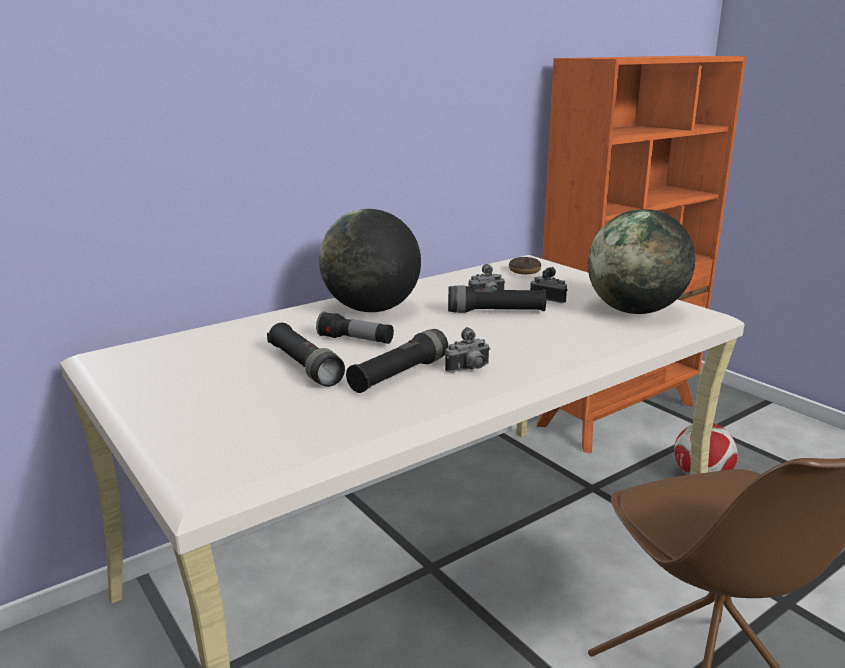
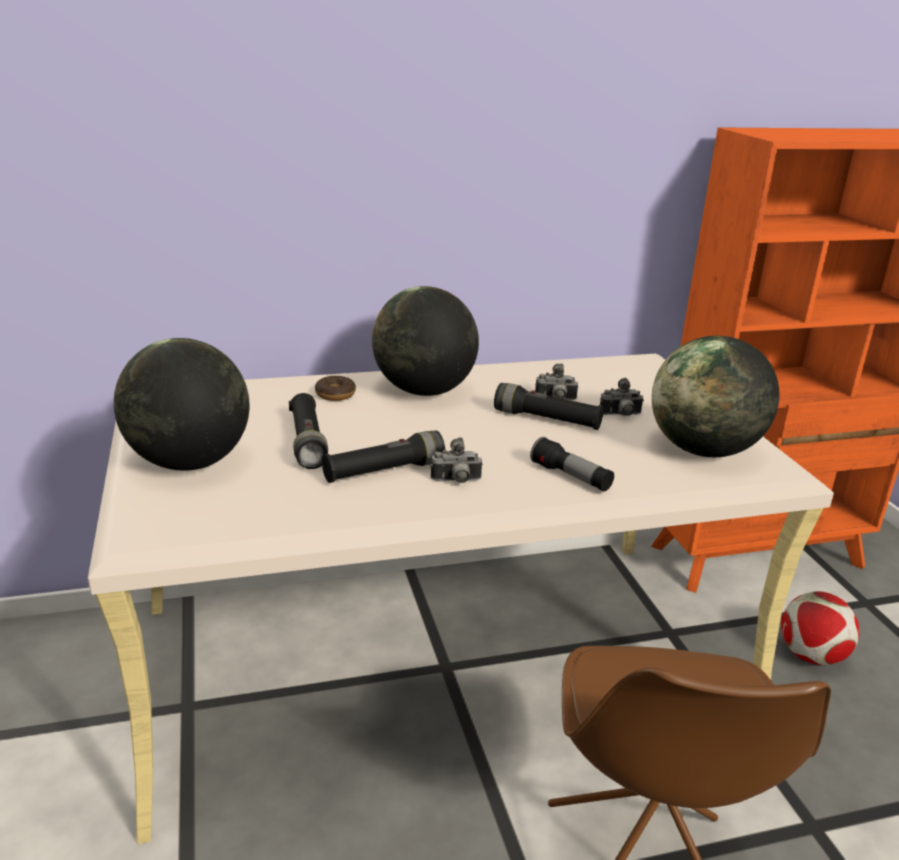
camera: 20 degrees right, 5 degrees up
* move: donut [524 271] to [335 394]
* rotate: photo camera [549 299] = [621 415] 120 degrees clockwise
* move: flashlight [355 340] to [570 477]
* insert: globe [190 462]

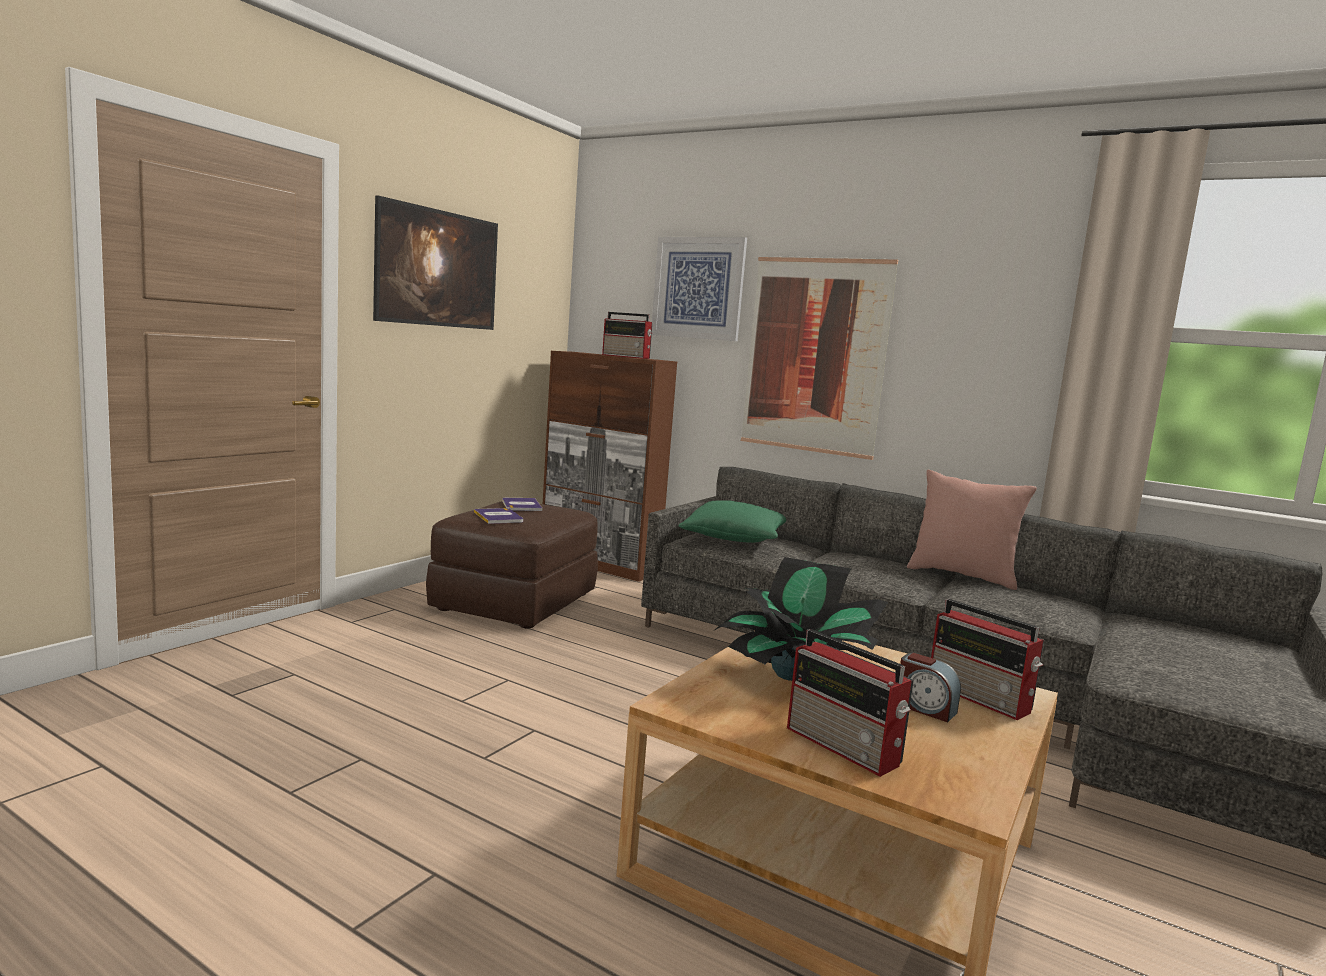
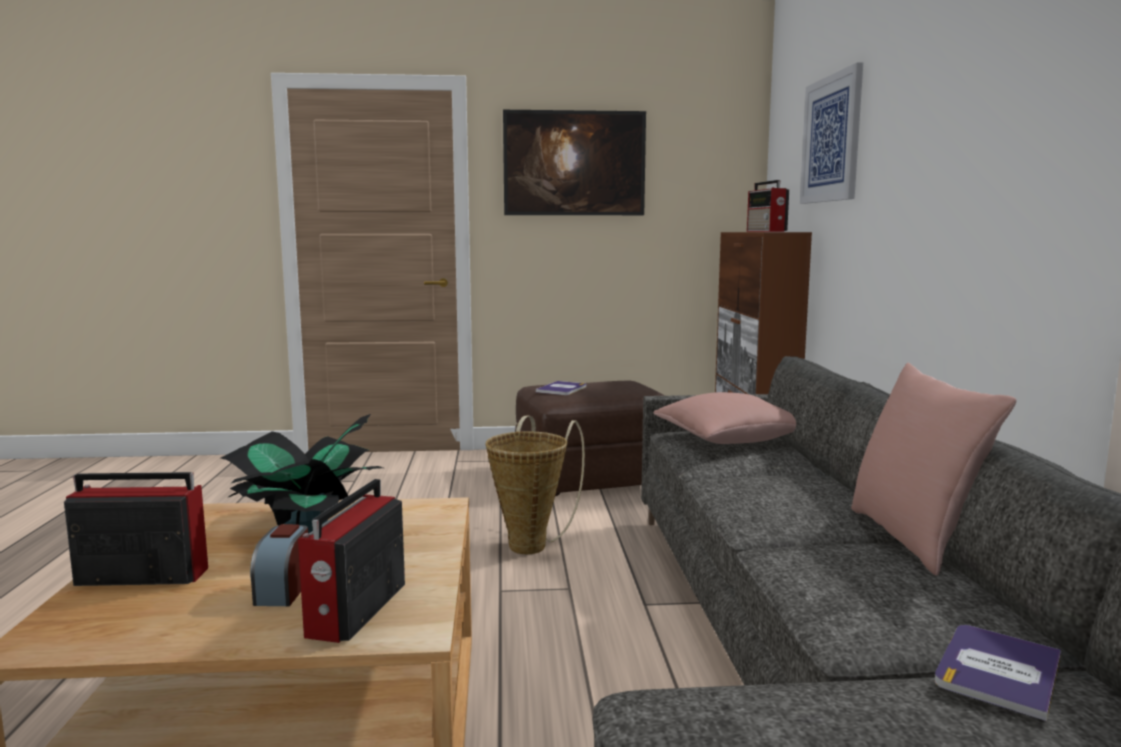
camera: 55 degrees right, 0 degrees up
* delete: picture [815 355]
* move: book [521 505] to [998 671]
* recolor: green pillow [735 538] to pink pillow [730 438]
* rotate: radio [845 747] = [139 576] 75 degrees clockwise
* insert: basket [532 544]

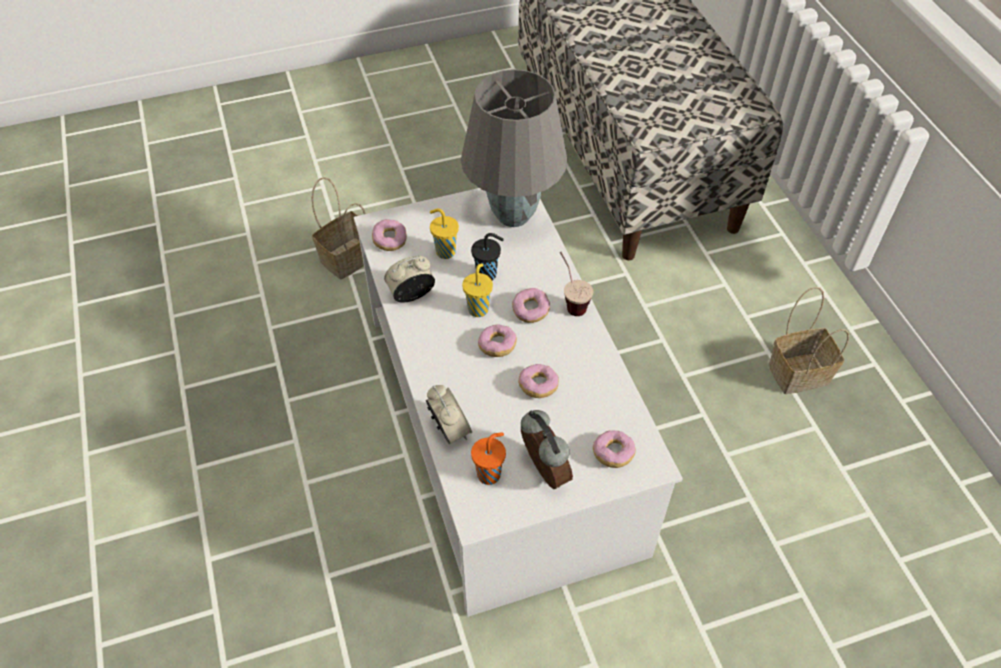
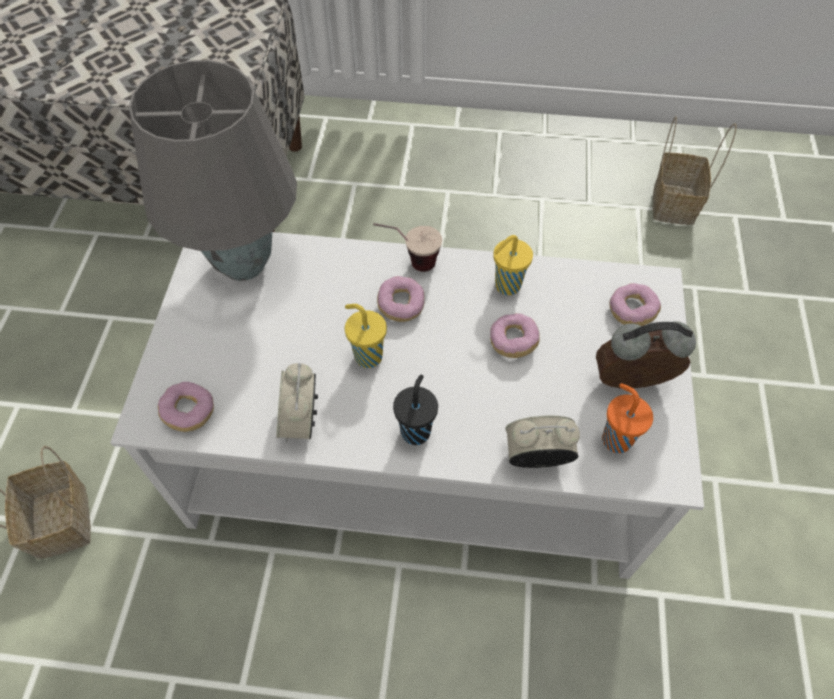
camera: 65 degrees left, 5 degrees up
* move: yellow cup [444 251] to [506 286]
* move: black cup [487 274] to [416 430]
* move: basket [800 372] to [672 202]
* delete: donut [497 346]

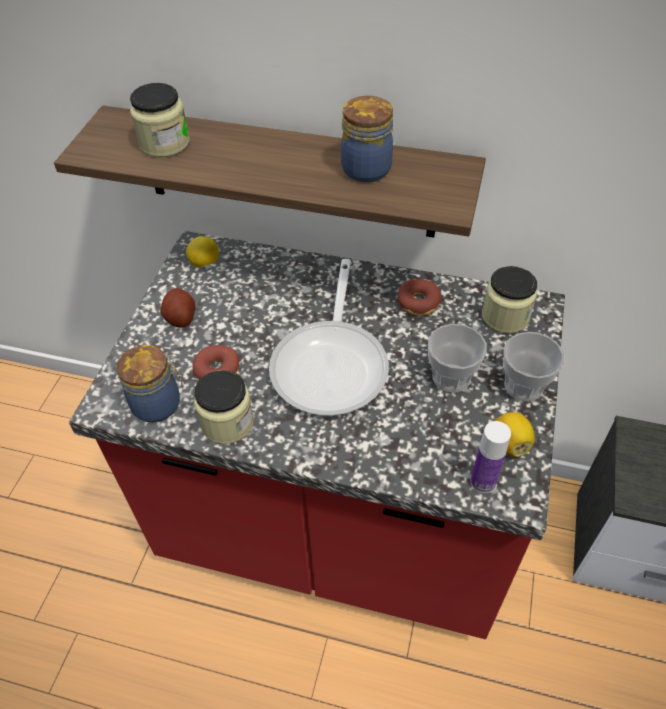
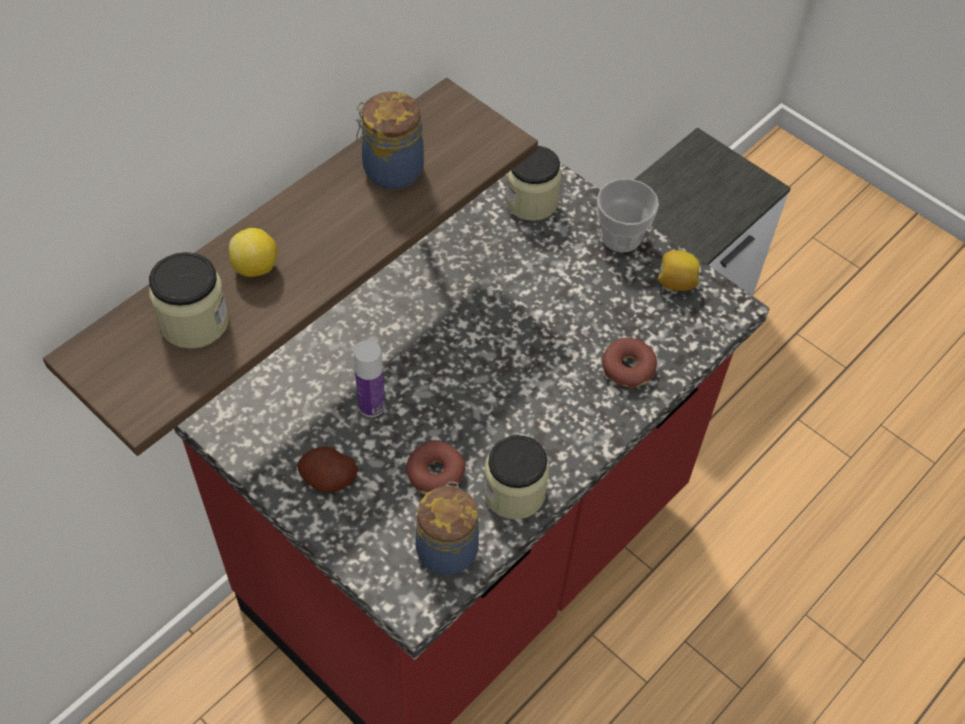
camera: 65 degrees left, 5 degrees up
* move: lemon [205 264] to [256 268]
* delete: frying pan [332 364]
* move: donut [418 302] to [628 368]
* delete: cup [451 377]
* move: bottle [483 482] to [371 406]

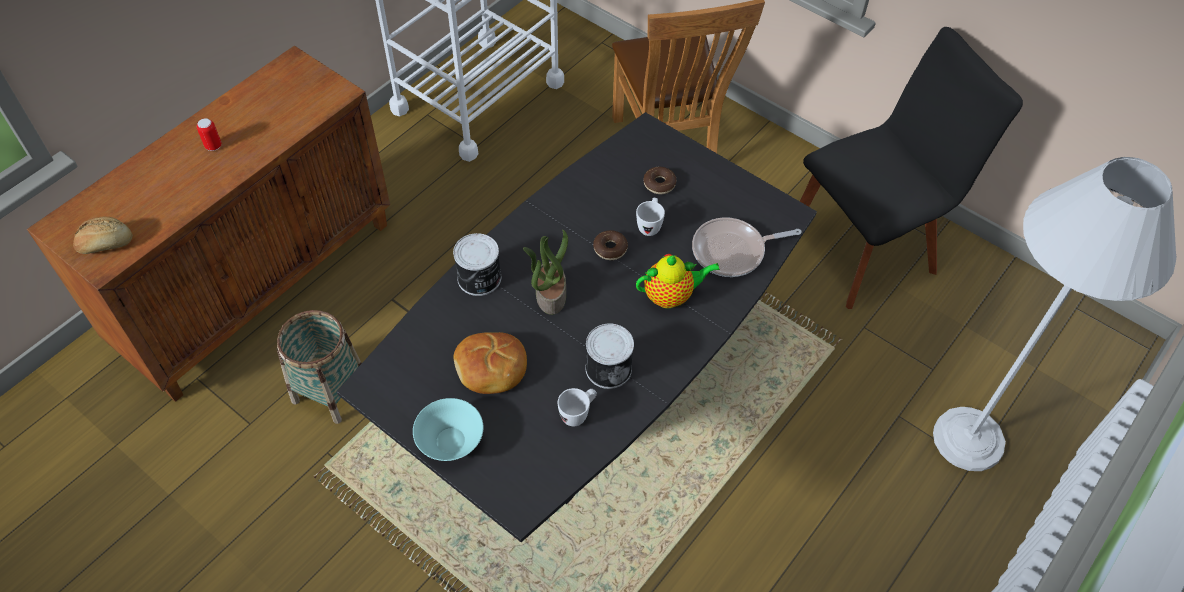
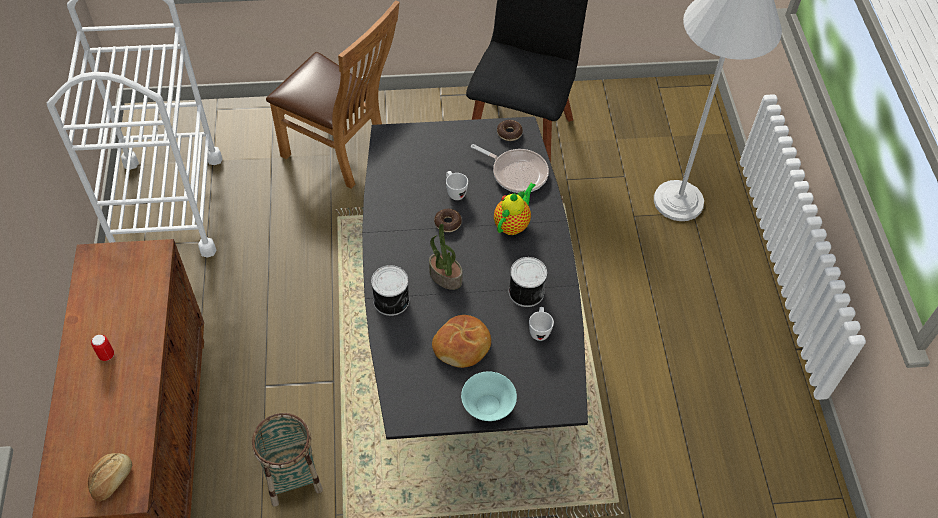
camera: 45 degrees left, 0 degrees up
* move: donut [659 184] to [509 133]
* rotate: frying pan [732 251] = [516 173] 90 degrees counterclockwise

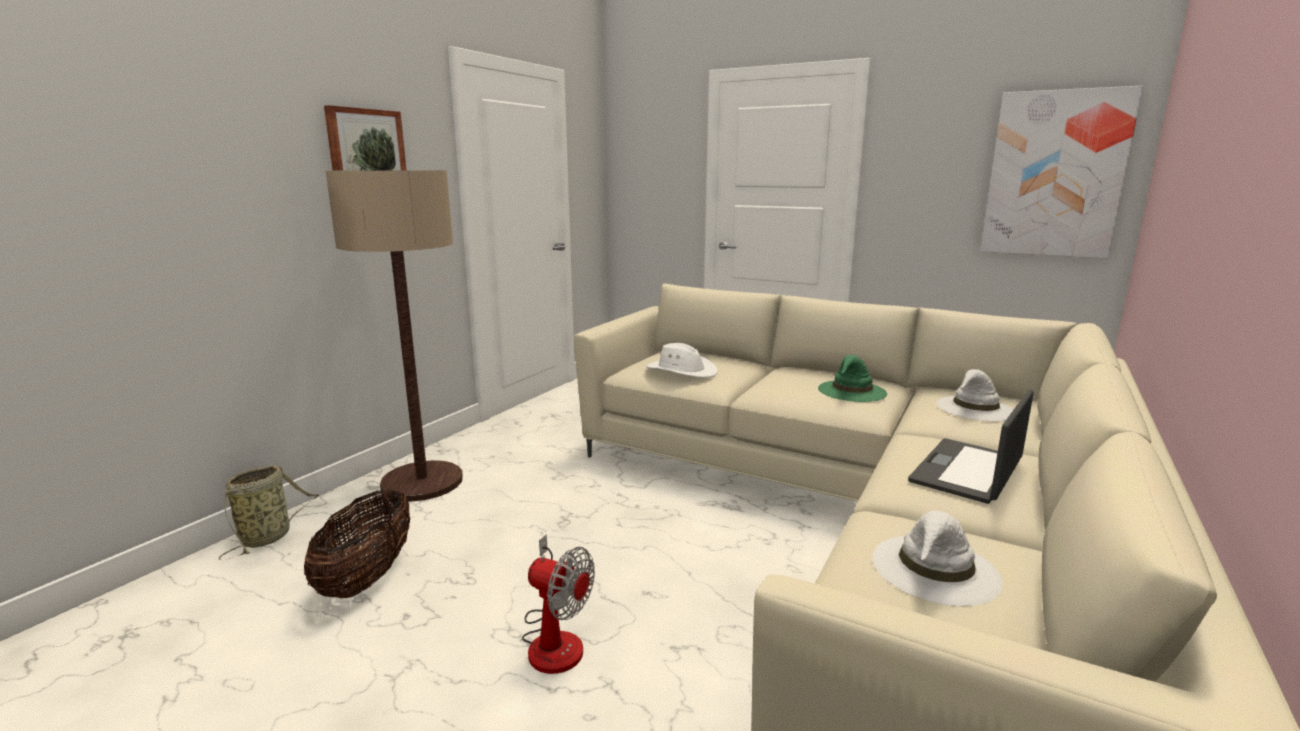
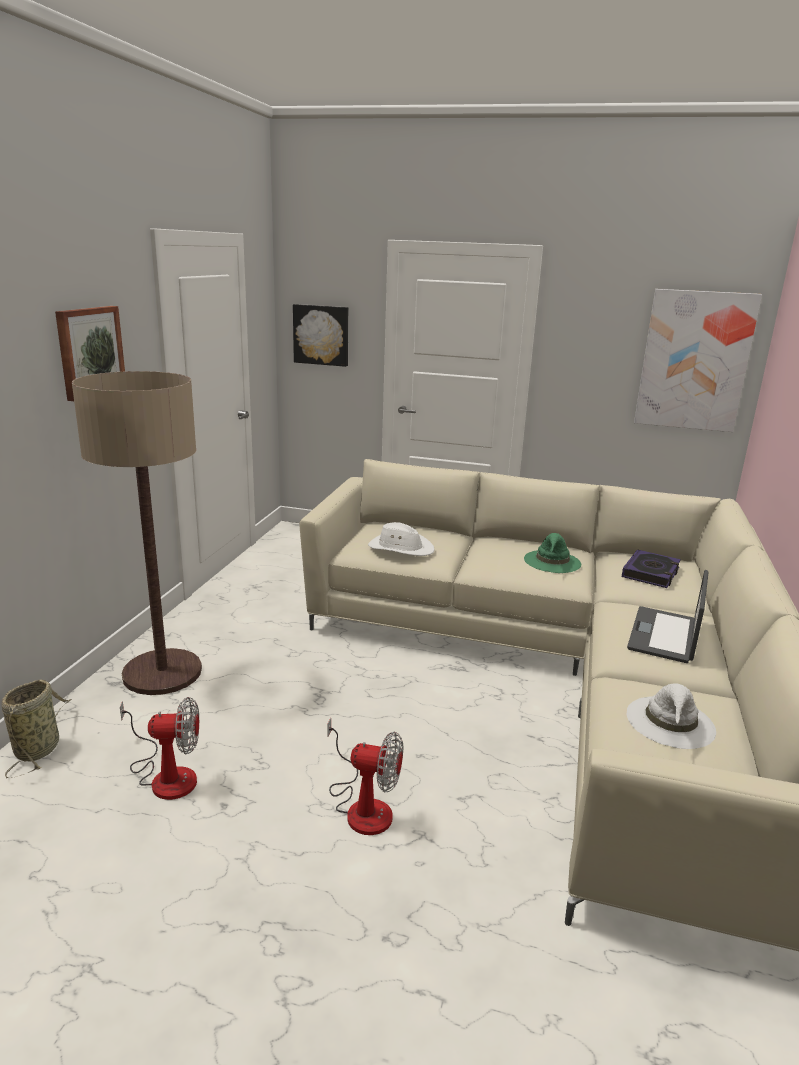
camera: 15 degrees left, 5 degrees up
* replace: white hat [975 408] to book [650 573]
* replace: basket [367 577] to fan [166 775]
* insert: picture [321 335]

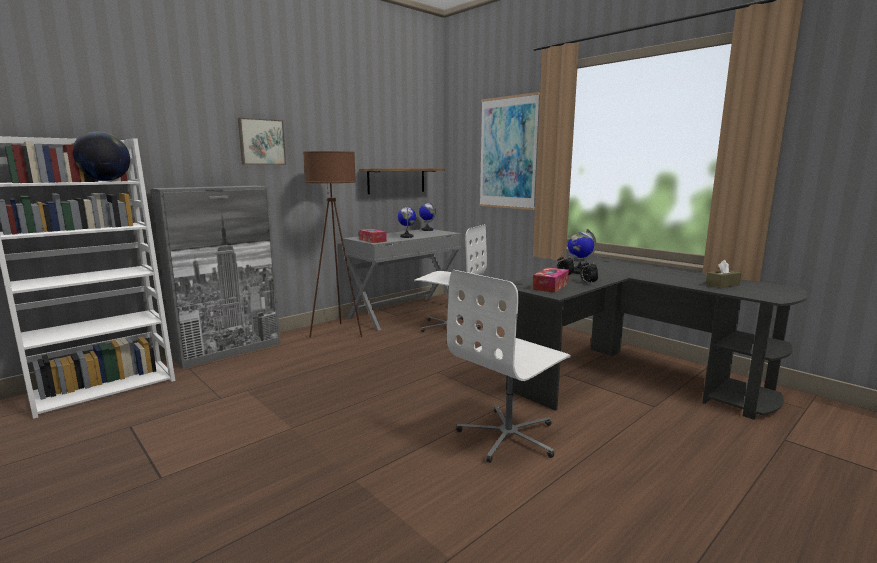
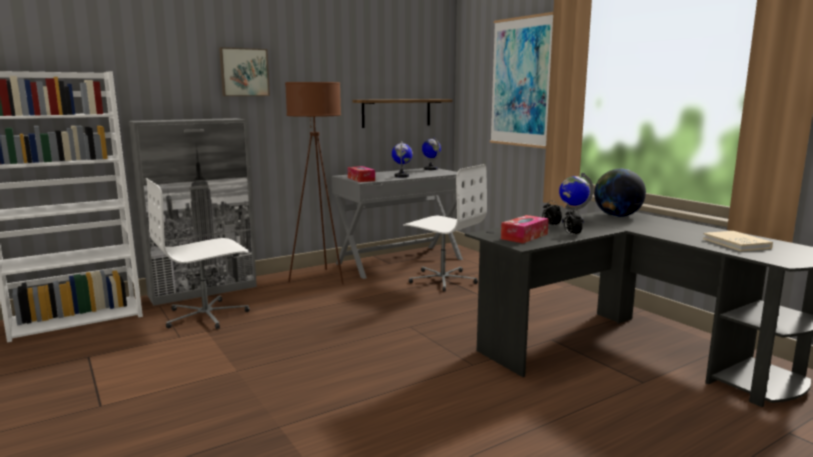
camera: 10 degrees right, 0 degrees up
* move: globe [105 181] to [617 216]
* replace: brown tissue box [722 285] to beige book [736 243]
* move: white office chair [509 436] to [206 315]

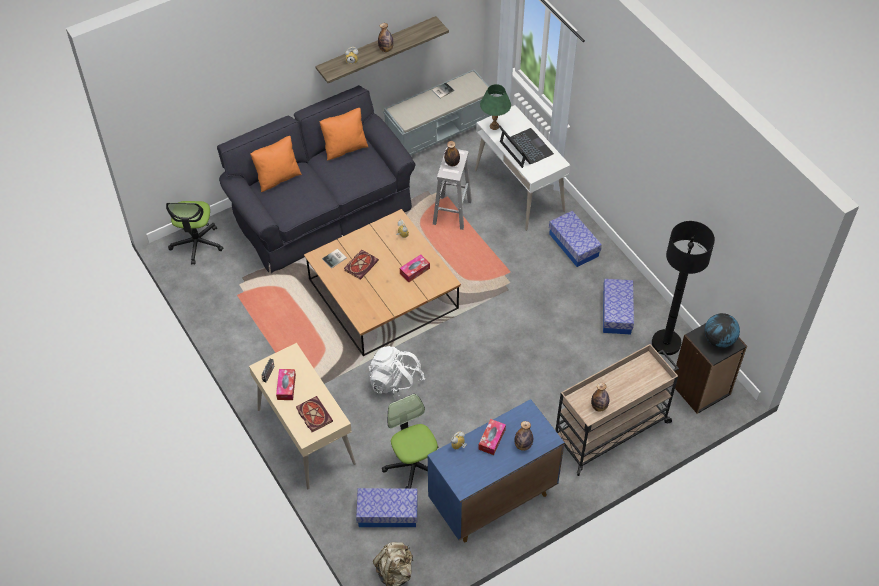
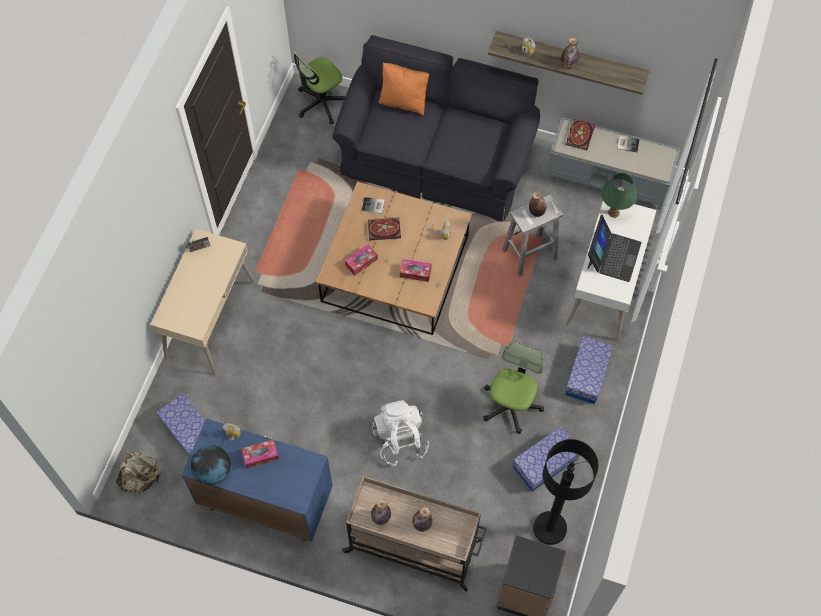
camera: 50 degrees right, 10 degrees up
* delete: orange pillow [344 148]
* move: globe [719 340] to [213 471]
* move: white backpack [396 384] to [400 439]
* move: tissue box [286 387] to [361 262]
* move: office chair [413 465] to [511 405]
* move: book [313 414] to [579 134]
* move: bottle [523 445] to [421 524]

